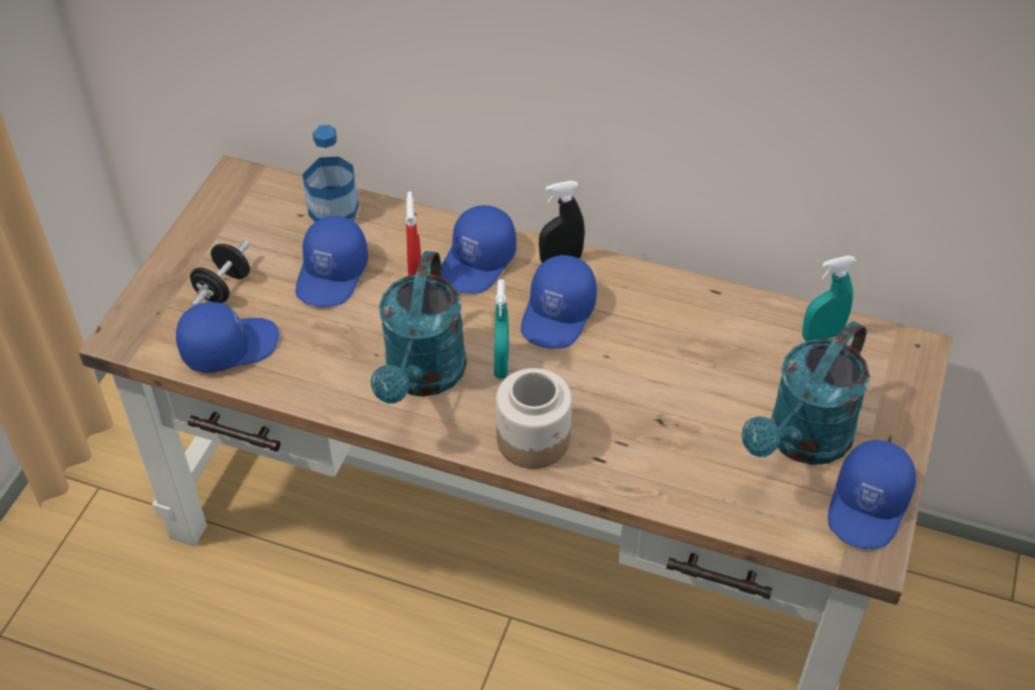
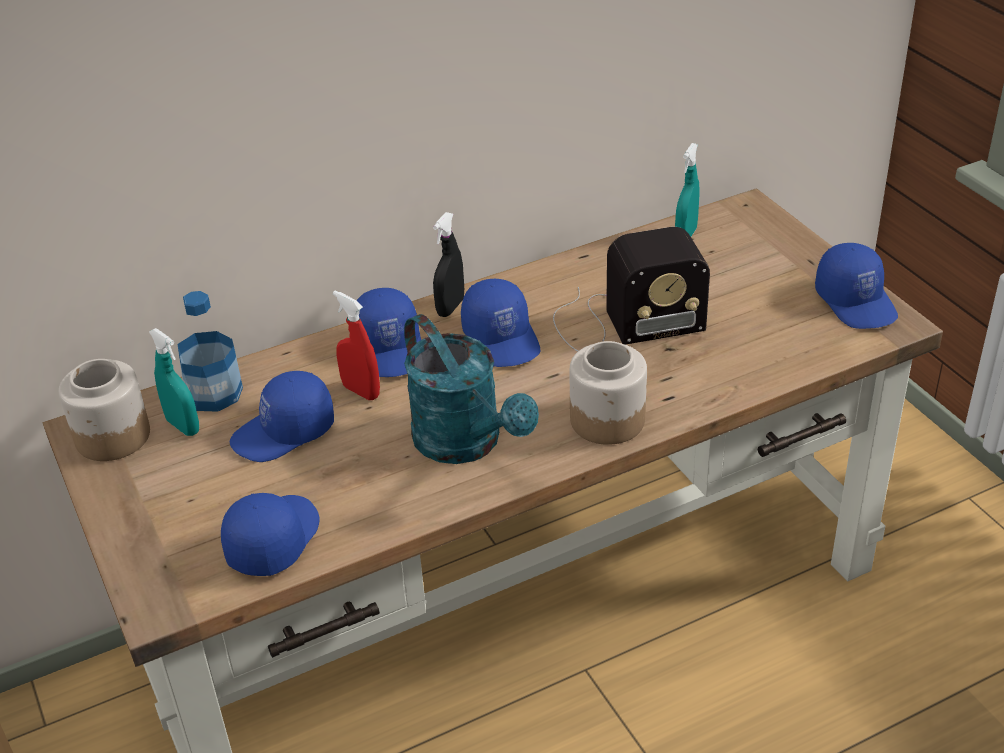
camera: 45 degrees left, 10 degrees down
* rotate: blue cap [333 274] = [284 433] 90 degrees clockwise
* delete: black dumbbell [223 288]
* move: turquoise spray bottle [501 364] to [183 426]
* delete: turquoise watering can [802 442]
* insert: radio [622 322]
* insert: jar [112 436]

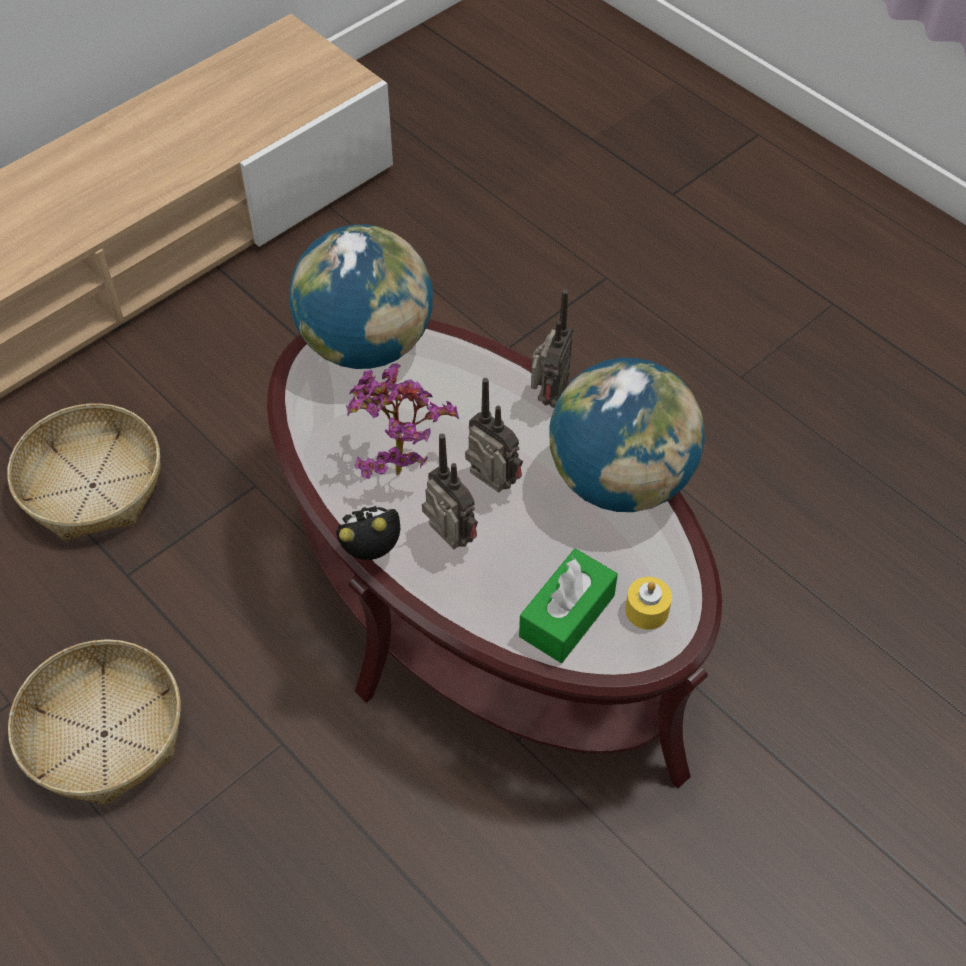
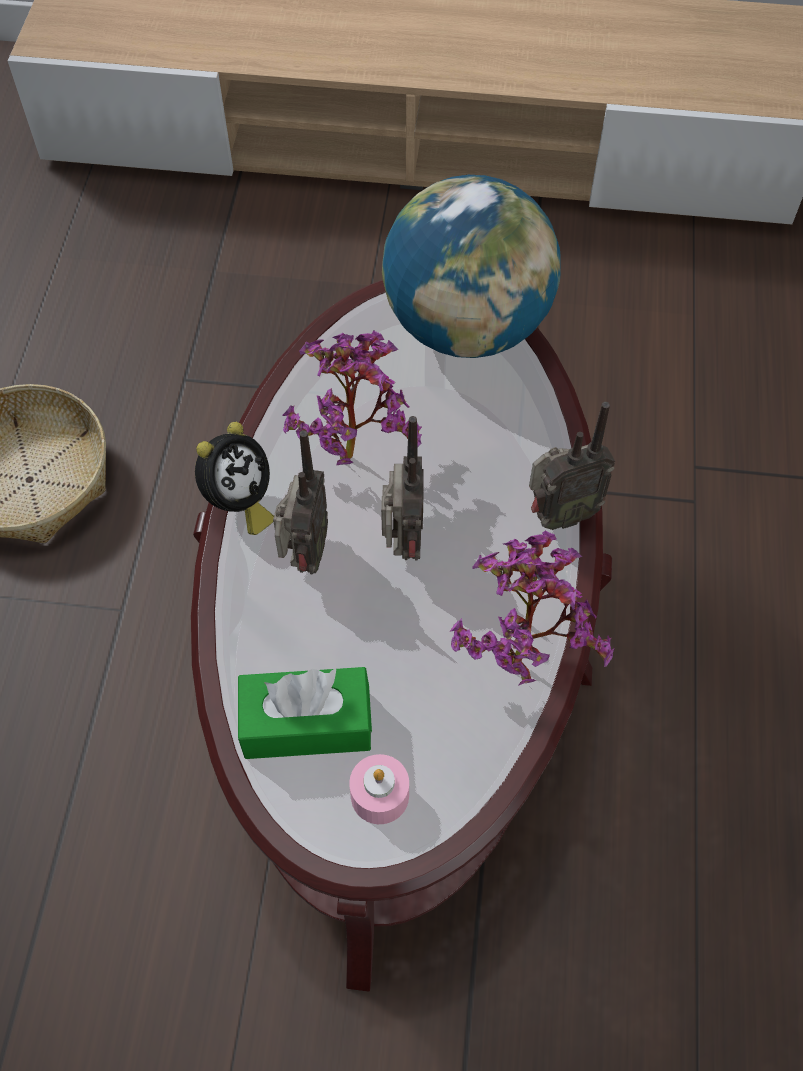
camera: 50 degrees right, 5 degrees up
* replace: globe [620 480] to potted plant [520 654]
* delete: basket [92 485]
* rotate: alarm clock [373 550] = [238 503] 90 degrees clockwise
* recolor: yellow candle [647 610] to pink candle [379 795]

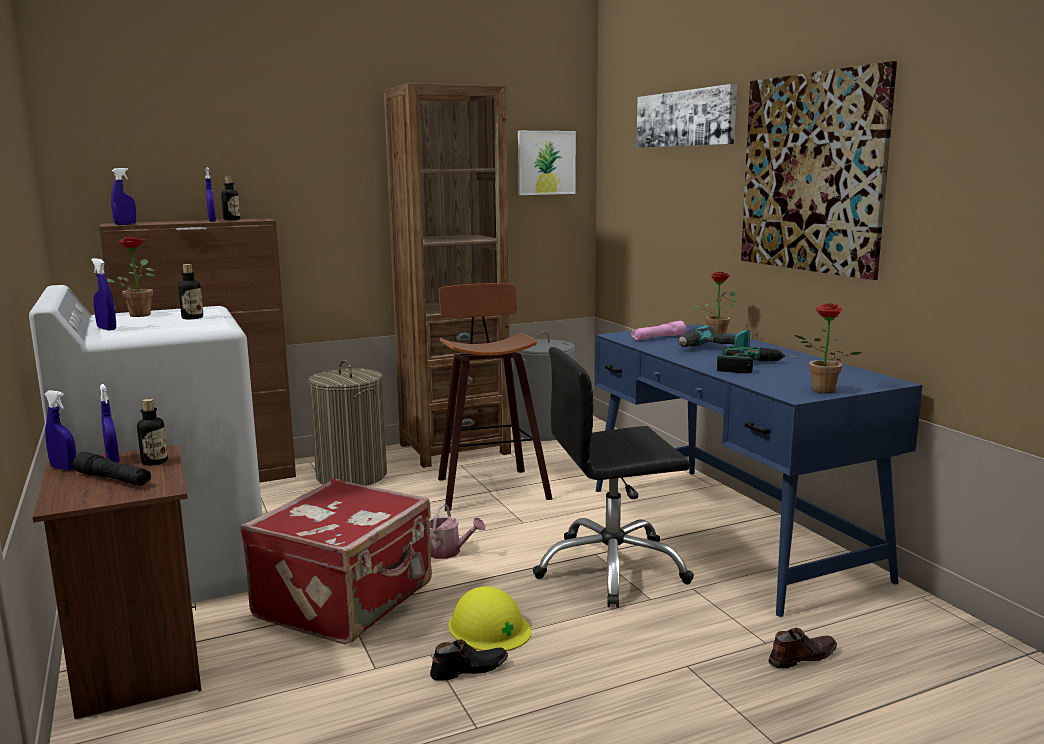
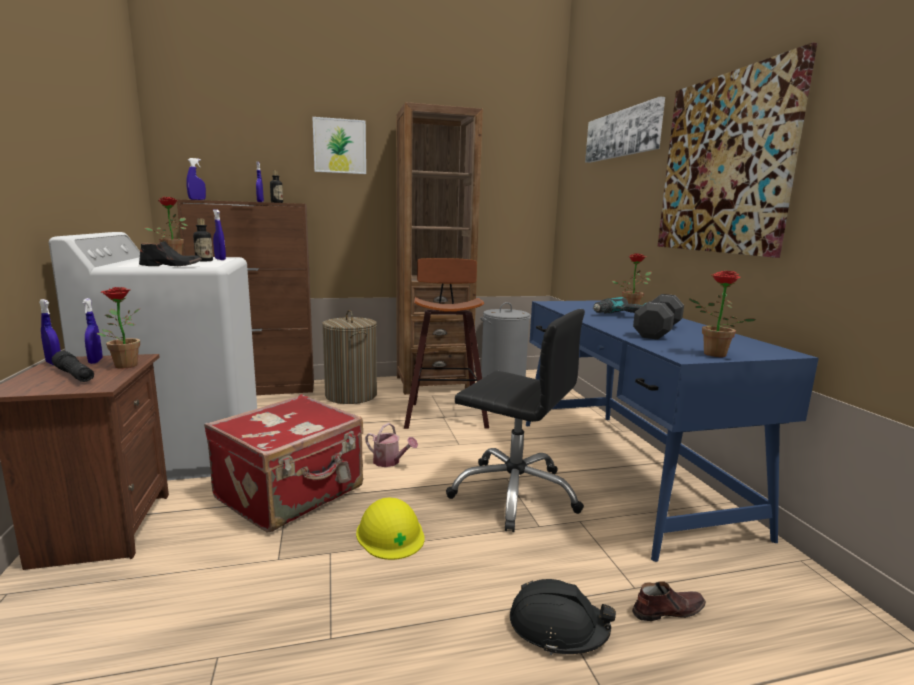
camera: 10 degrees right, 0 degrees up
* move: picture [546 163] to [339 146]
* move: blue spray bottle [106 329] to [220 259]
* delete: pink flashlight [658 338]
* replace: power drill [757 366] to black dumbbell [657 331]
* rotate: black office chair [611 569] = [515 493] 150 degrees counterclockwise
* replace: bottle [154 462] to potted plant [123 365]
* move: black shoe [469 669] to [171 266]
* insert: black hard hat [558 628]

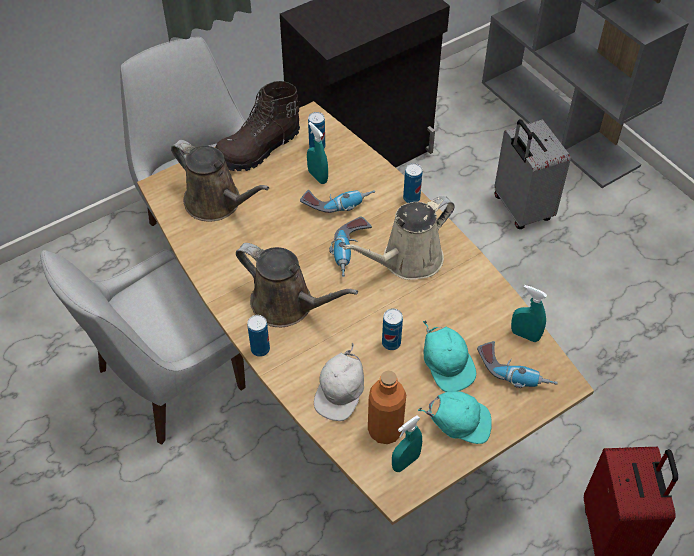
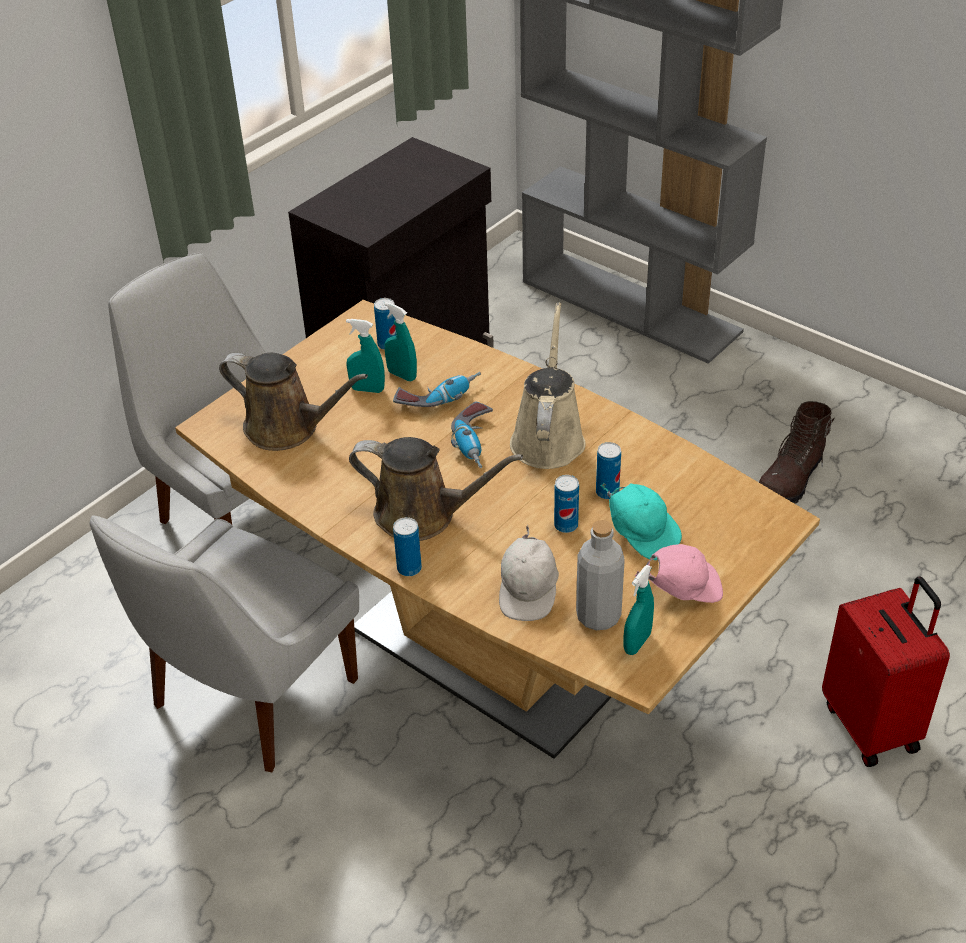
camera: 15 degrees left, 10 degrees down
* move: brown boot [259 149] to [791 480]
* delete: grey suitcase [521 209]
* move: can [411 198] to [607 492]
* rotate: beige watering can [407 261] = [548 438] 150 degrees clockwise
* move: turquoise spray bottle [525 335] to [367 389]
* delete: power drill [515 372]
* recolor: orange bottle [385 430] to grey bottle [598 616]
* recolor: turquoise cap [458 424] to pink cap [682 589]

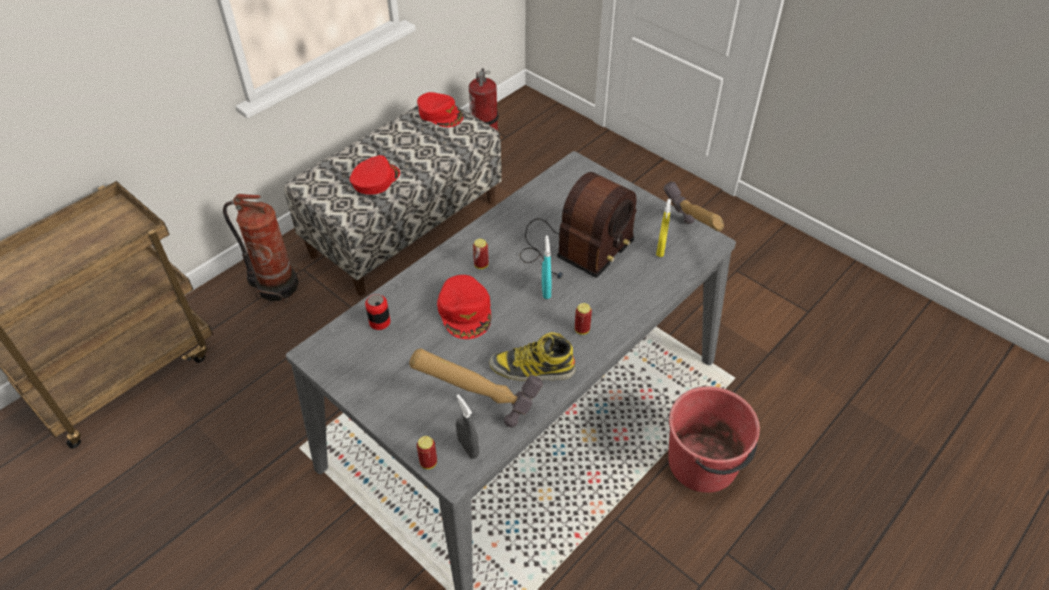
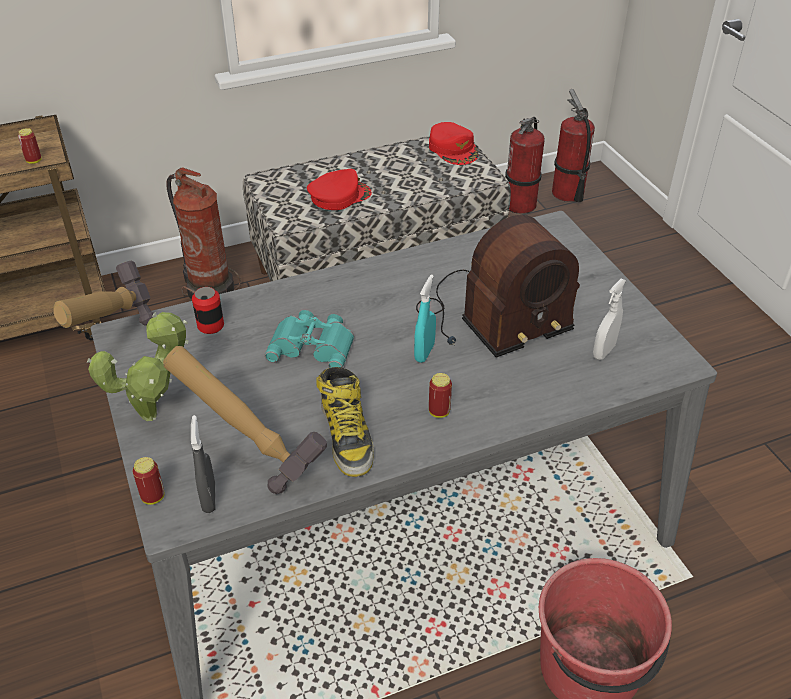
camera: 25 degrees right, 5 degrees down
* move: hammer [684 242] to [115 345]
* recolor: yellow spray bottle [660 249] to white spray bottle [604 351]
* move: can [481 265] to [34 161]
* replace: red cap [465 311] to turquoise binoculars [313 345]
* rotate: boot [532 369] = [347 436] 135 degrees counterclockwise
* insert: fire extinguisher [567 193]
* insert: potted plant [155 413]

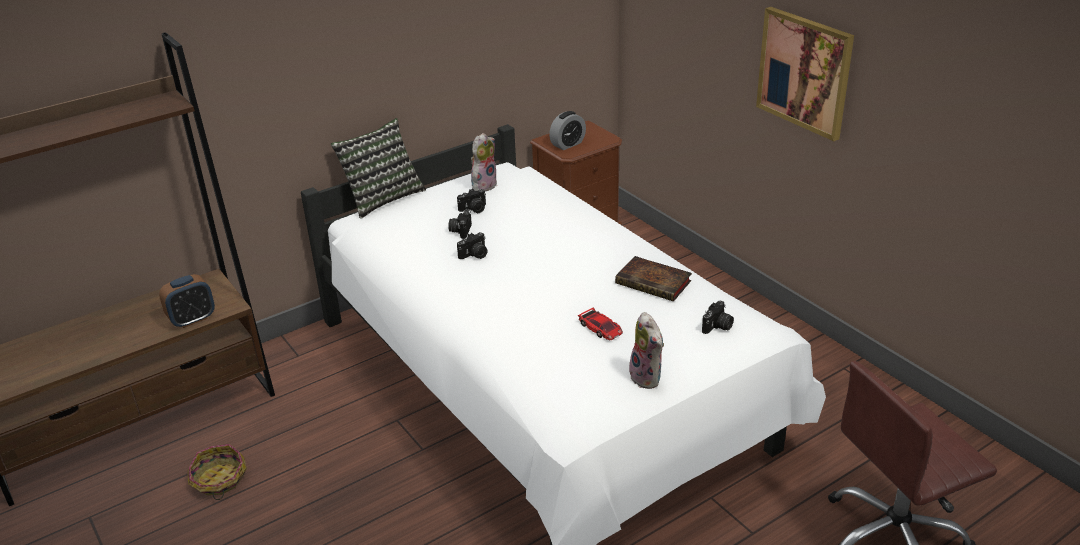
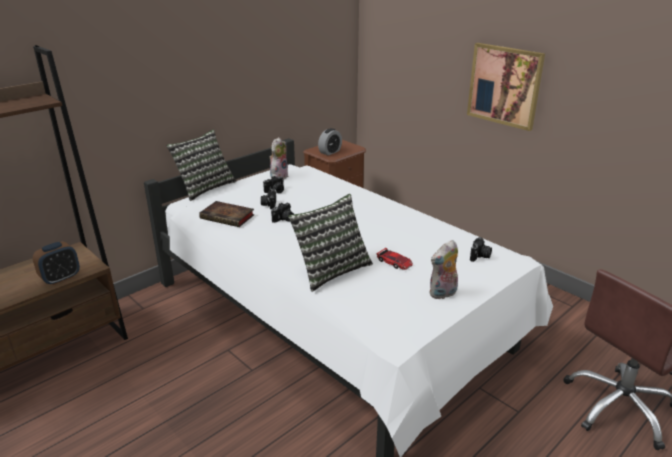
camera: 10 degrees left, 5 degrees down
* move: book [655 283] to [228 217]
* rotate: plush toy [648 377] = [443 294] 90 degrees clockwise
* delete: basket [219 480]
* insert: pillow [331 270]

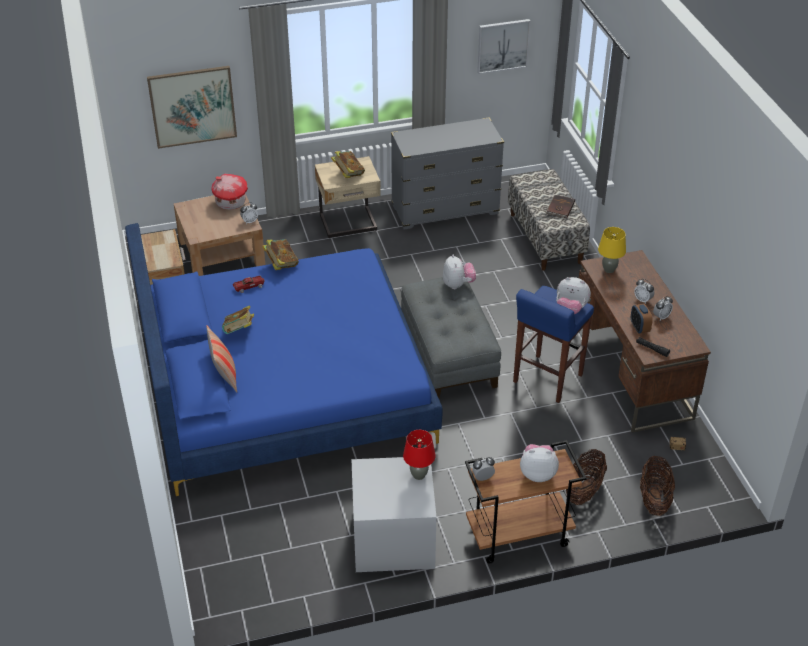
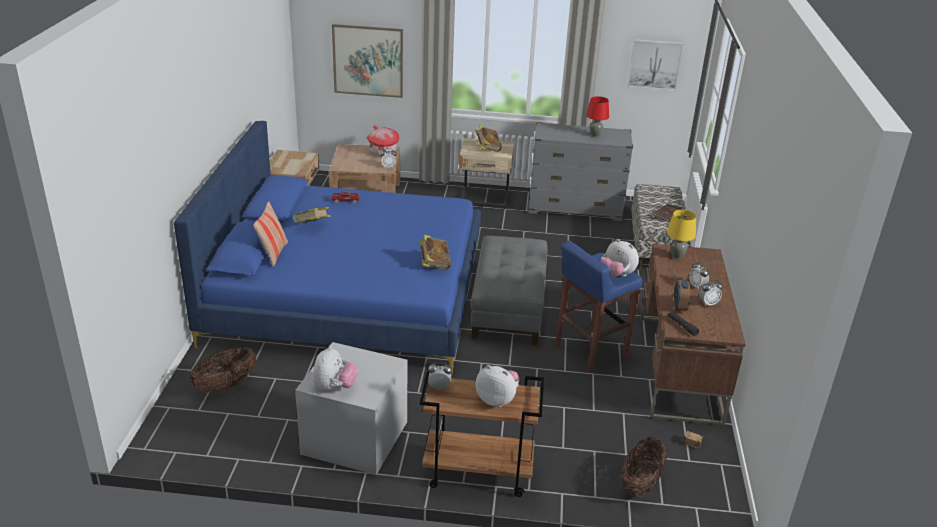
camera: 20 degrees right, 10 degrees down
* move: book [281 264] to [434 264]
* move: plush toy [458 284] to [334 387]
* move: red table lamp [419 475] to [595 135]
* move: basket [584 491] to [226 385]

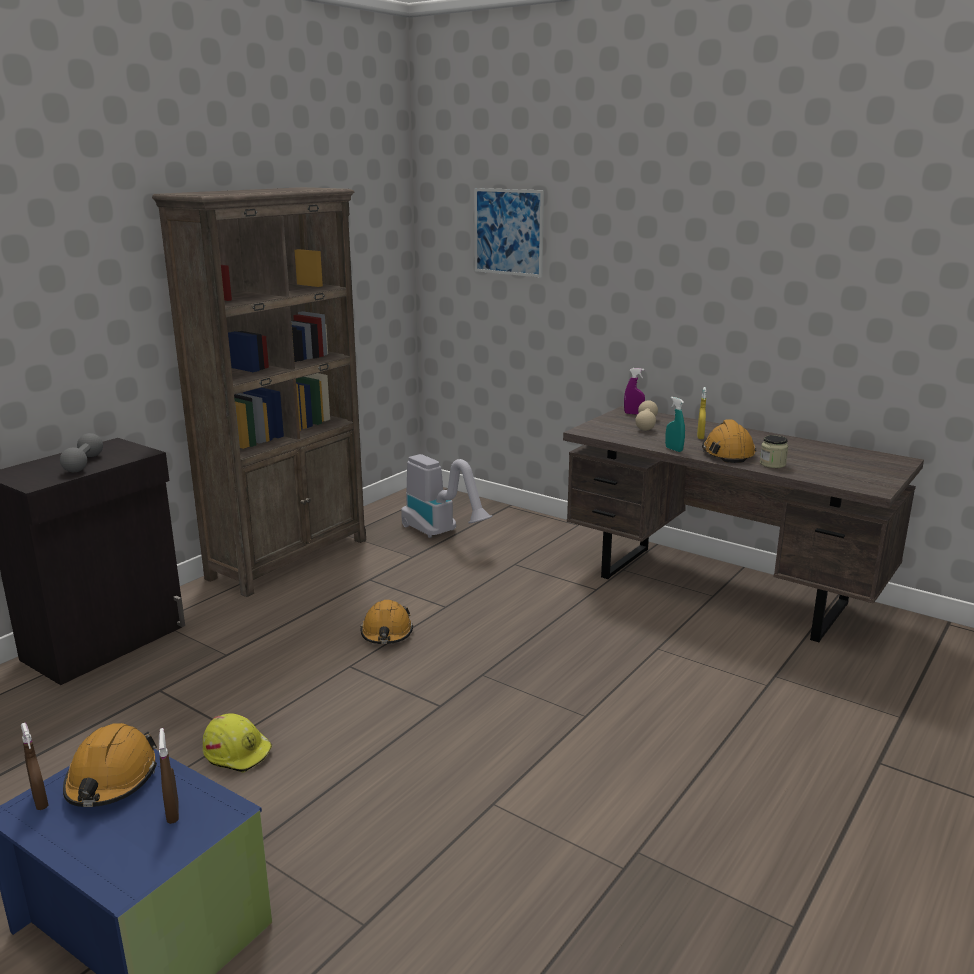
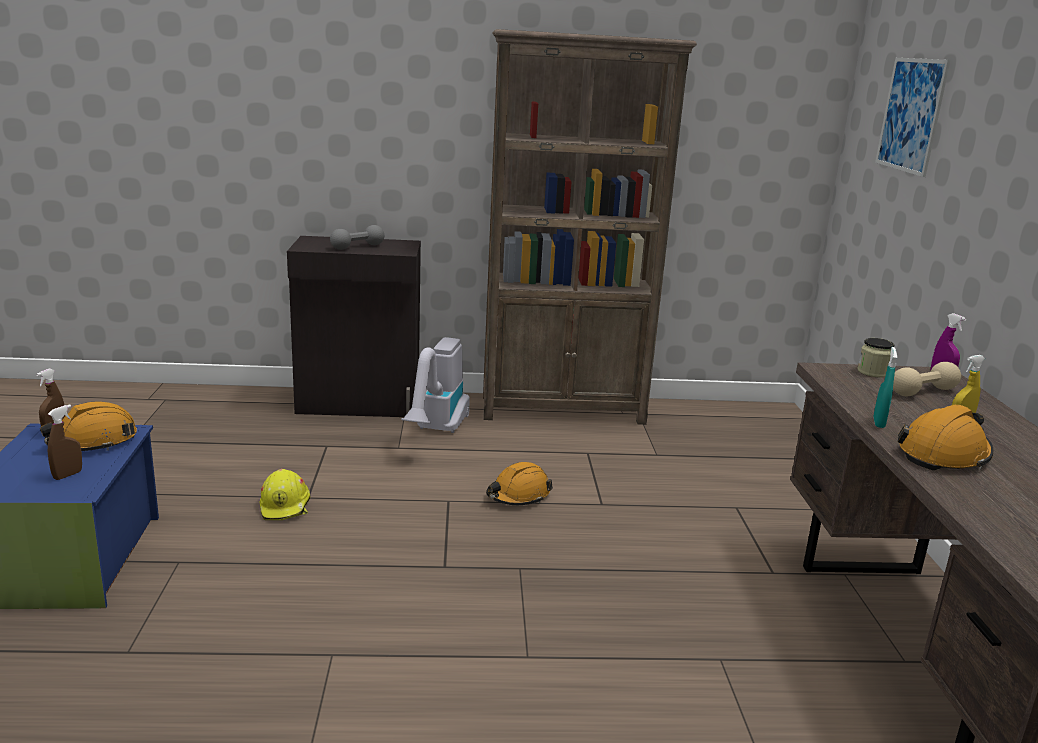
camera: 50 degrees right, 0 degrees up
* move: jar [772 464] to [873 372]
* move: vacuum cleaner [442 534] to [437 431]

